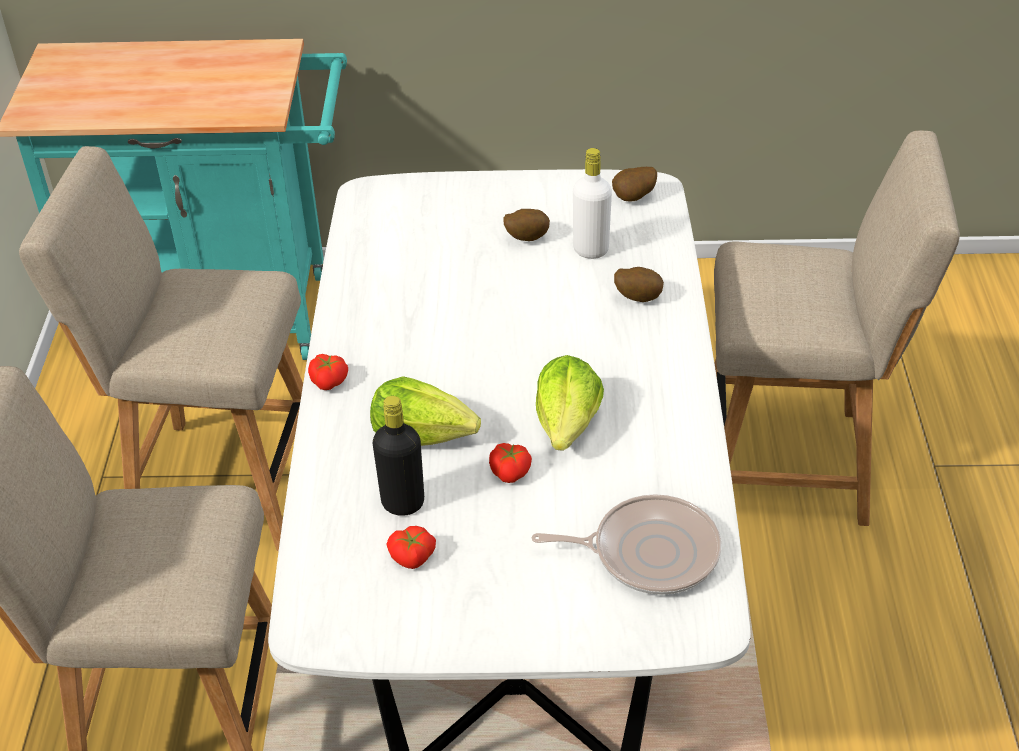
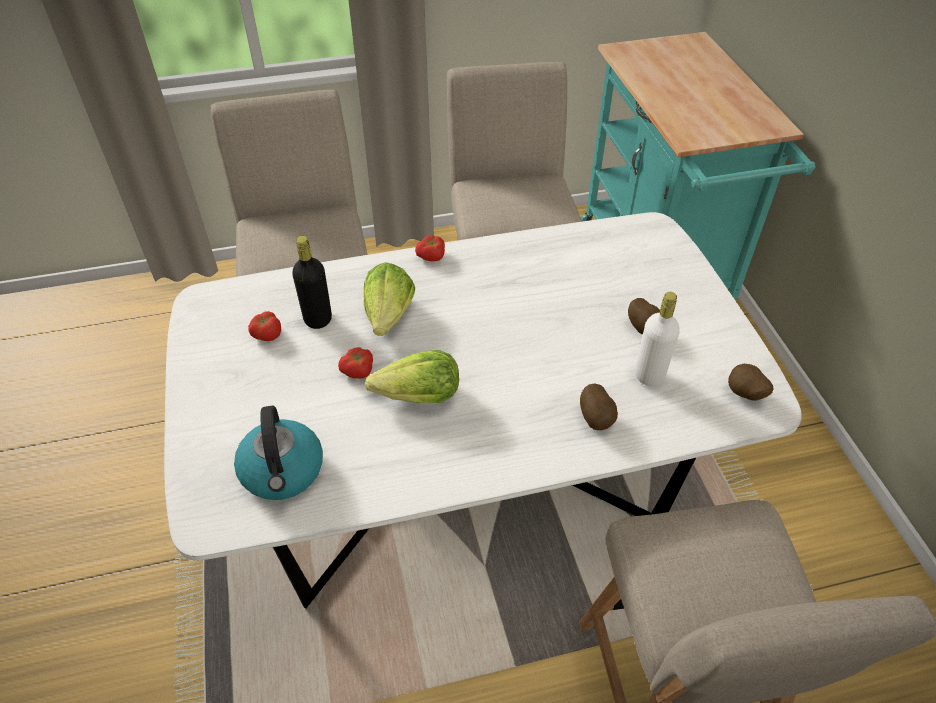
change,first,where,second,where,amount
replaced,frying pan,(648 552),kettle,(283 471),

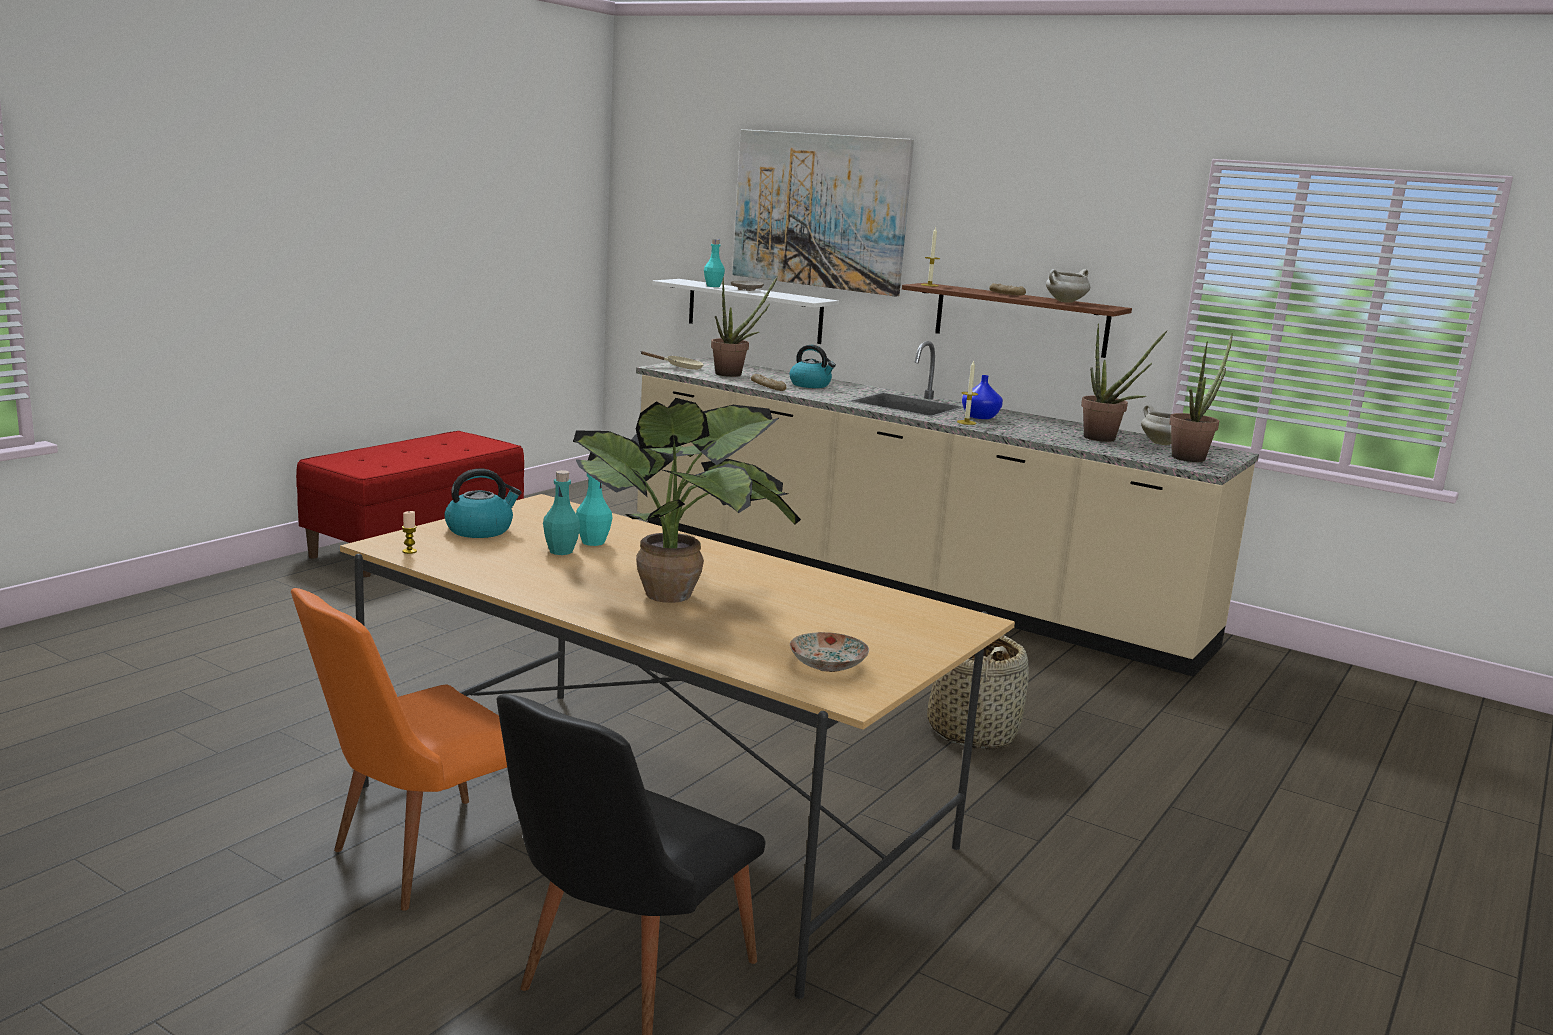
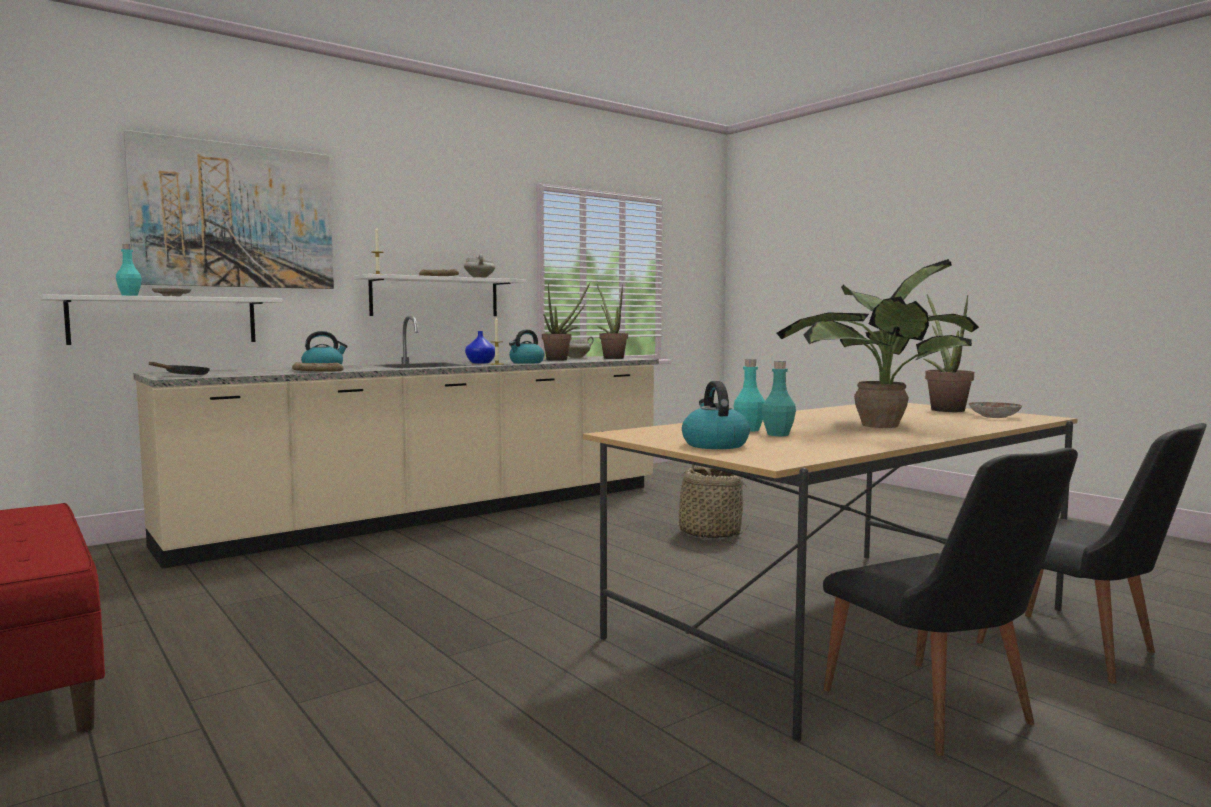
change,first,where,second,where,amount
recoloured,orange chair,(417 858),black chair,(940 715),
removed,candle,(409 551),,,
recoloured,beige frying pan,(680 368),black frying pan,(184 376),
moved,potted plant,(734 374),,(944 409),
recoloured,brown shelf,(1020 320),white shelf,(435 297),
added,,,kettle,(526 362),

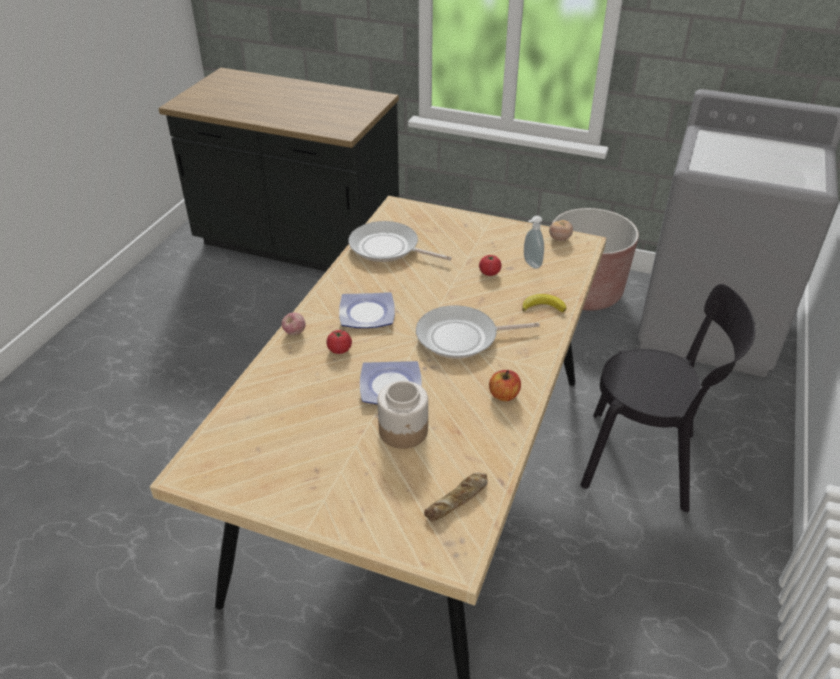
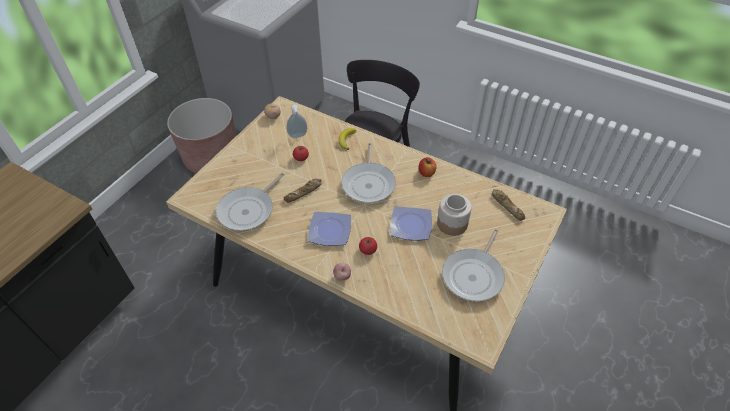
change,first,where,second,where,amount
added,,,bread,(303 192),
added,,,frying pan,(474 275),

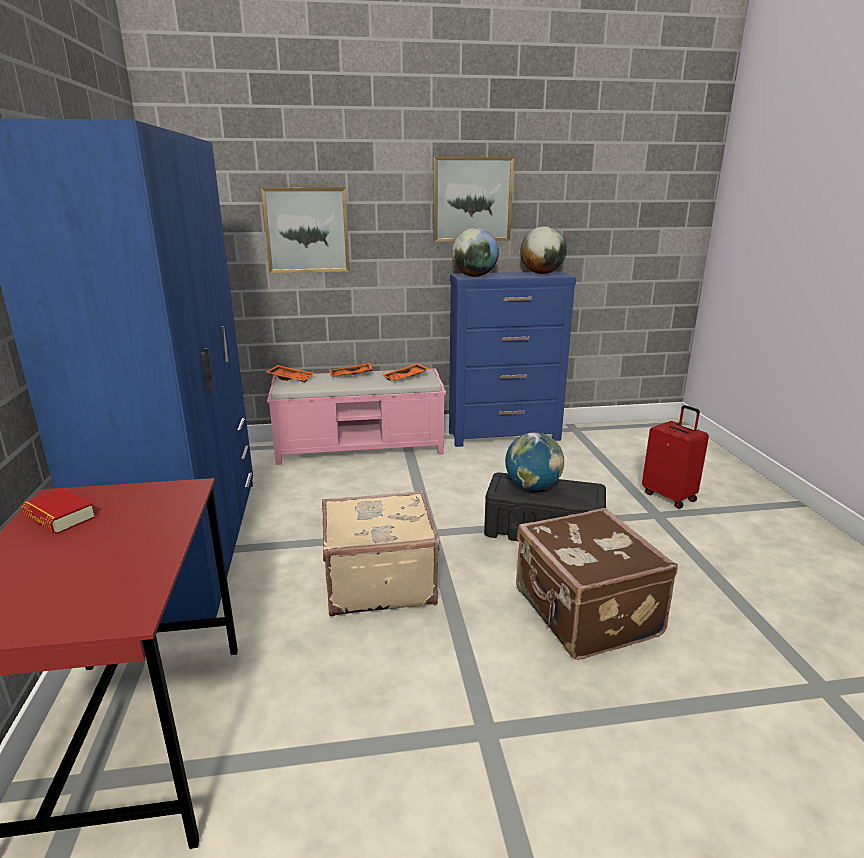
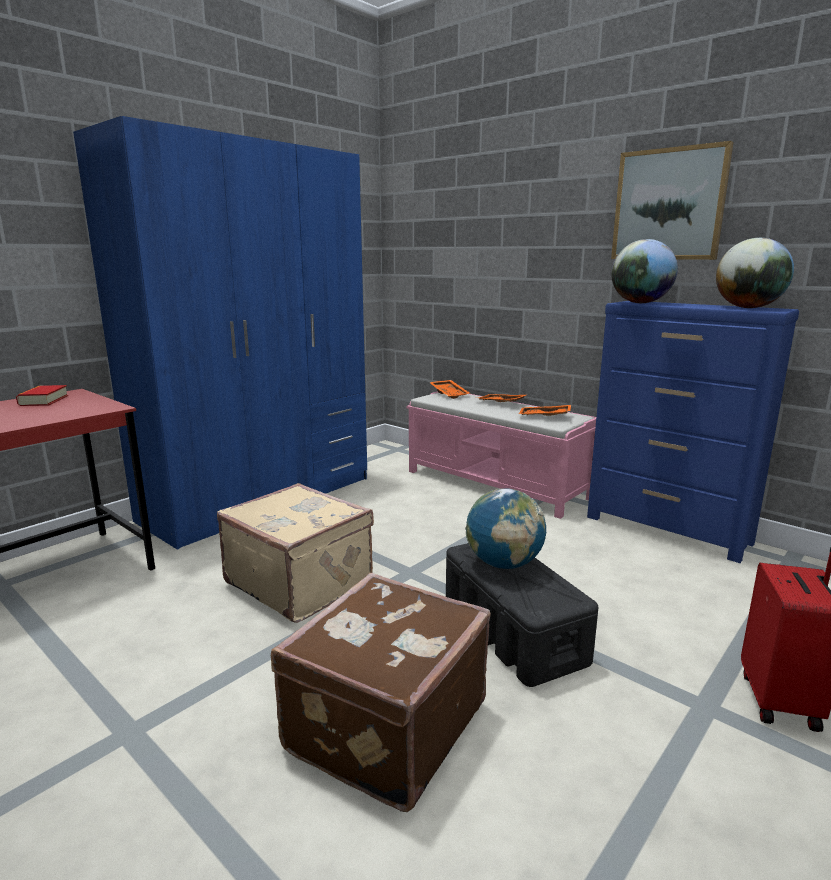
change,first,where,second,where,amount
removed,picture,(307 230),,,

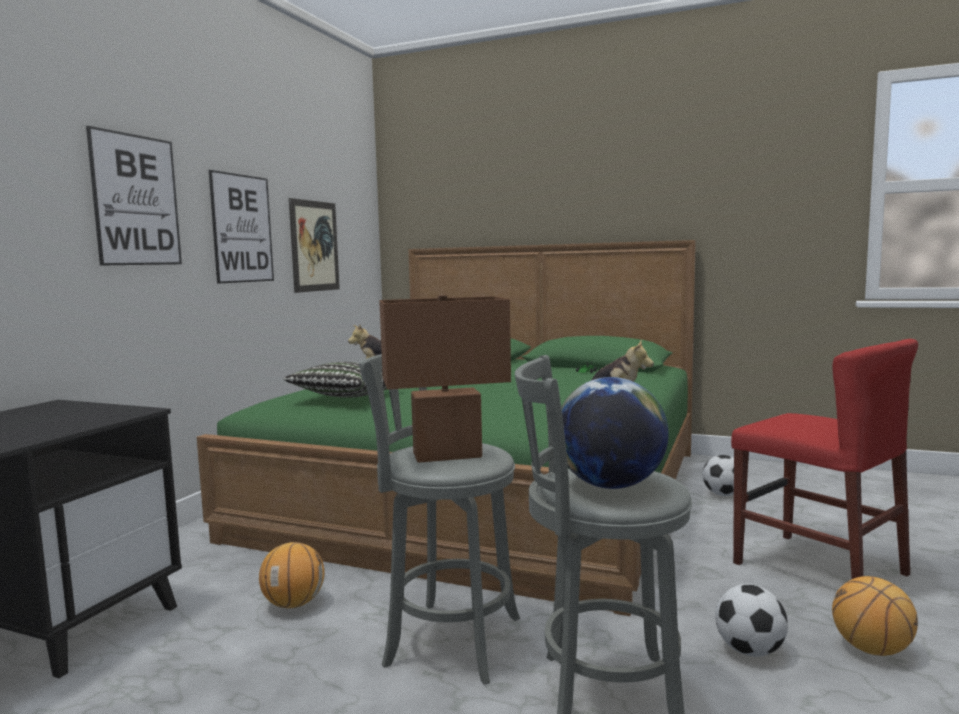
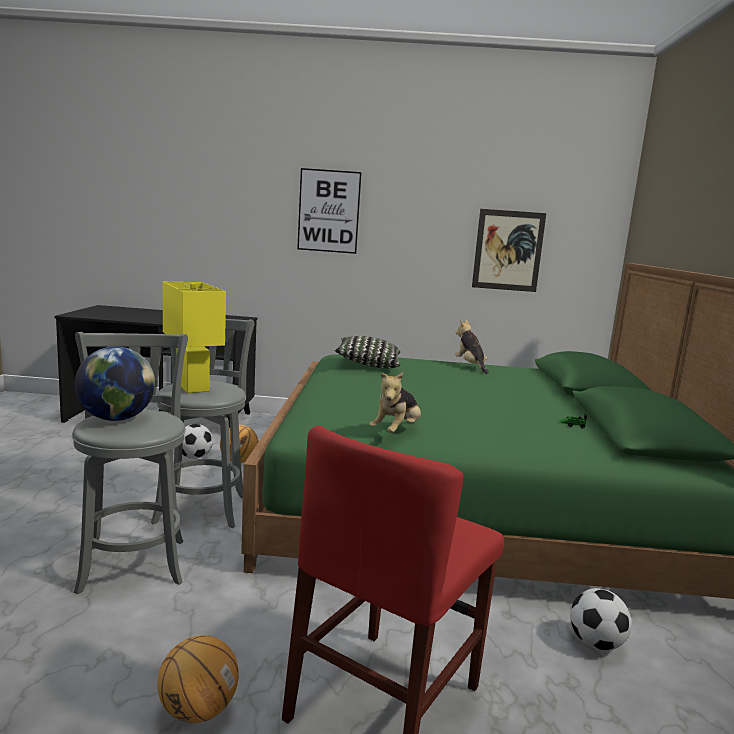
change,first,where,second,where,amount
removed,picture,(242 228),,,
recoloured,brown table lamp,(447 455),yellow table lamp,(192 387),
moved,football,(749 650),,(195 457),

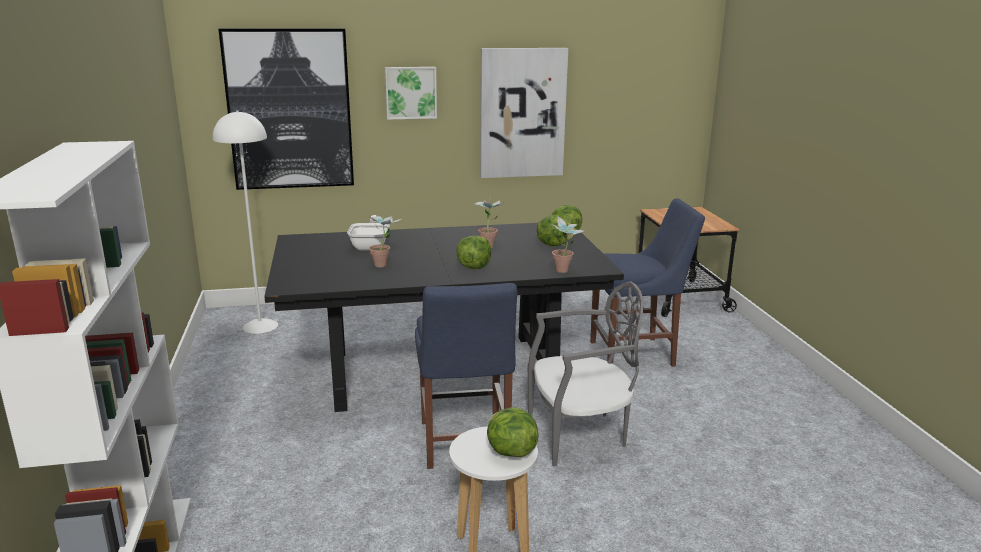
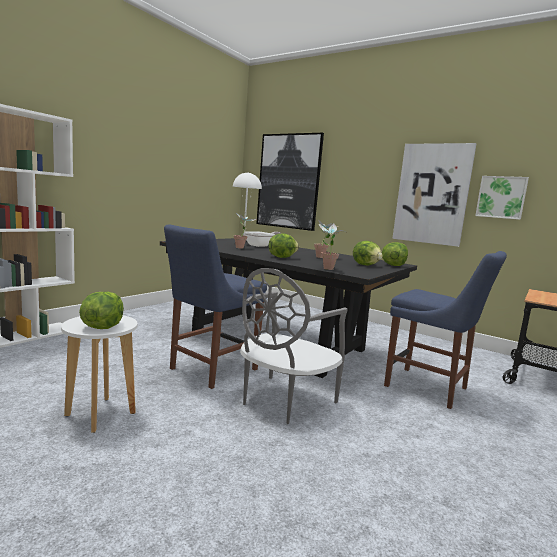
change,first,where,second,where,amount
moved,picture,(410 92),,(501 197),
turned,grey chair,(579 434),,(283 401),90 degrees clockwise

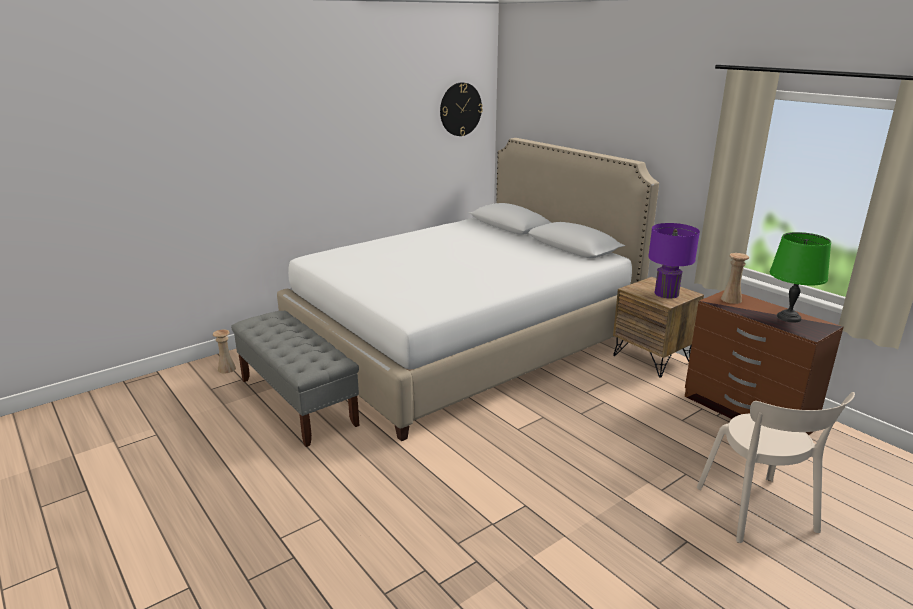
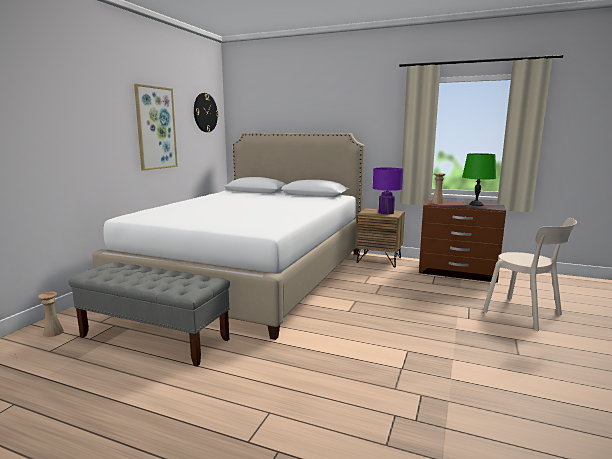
change,first,where,second,where,amount
added,,,picture,(155 128),

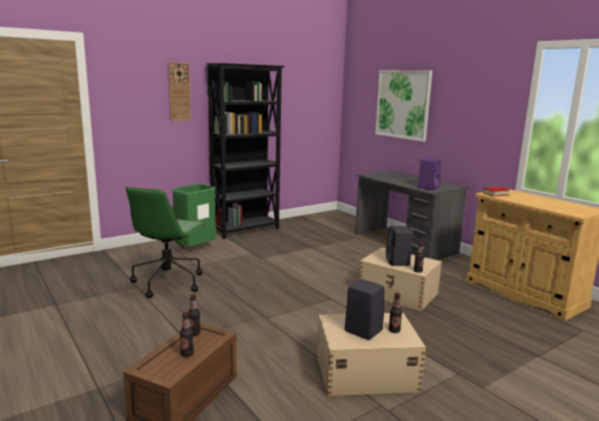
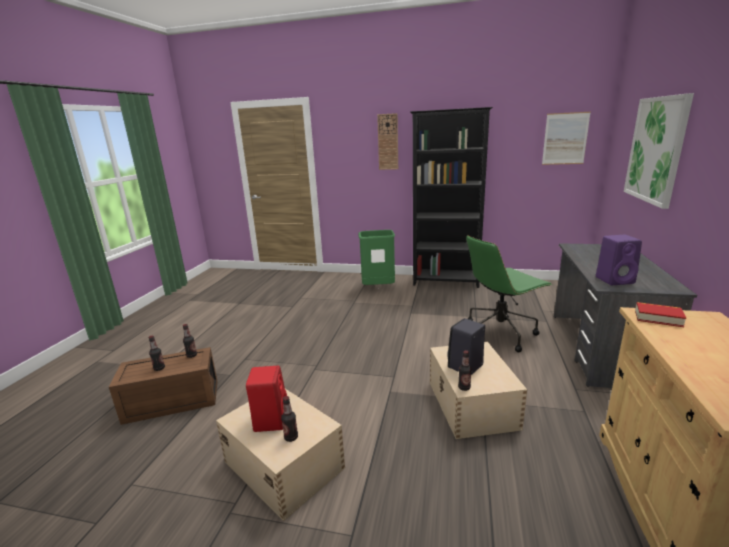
change,first,where,second,where,amount
moved,green office chair,(168 282),,(500 333),
recoloured,black speaker,(362 330),red speaker,(271 419),
added,,,picture,(565 138),

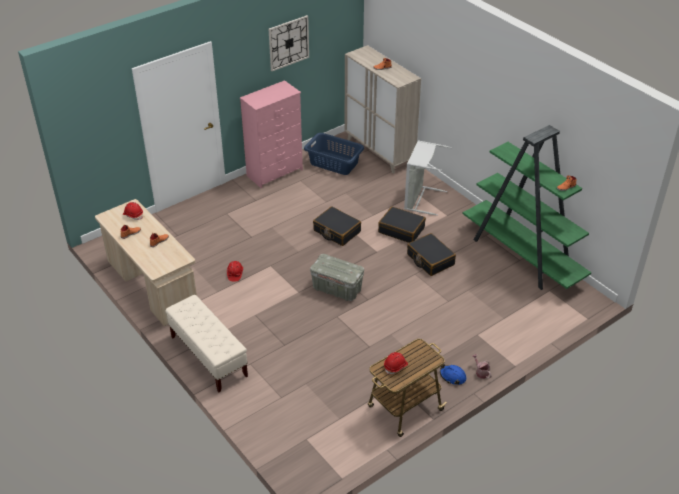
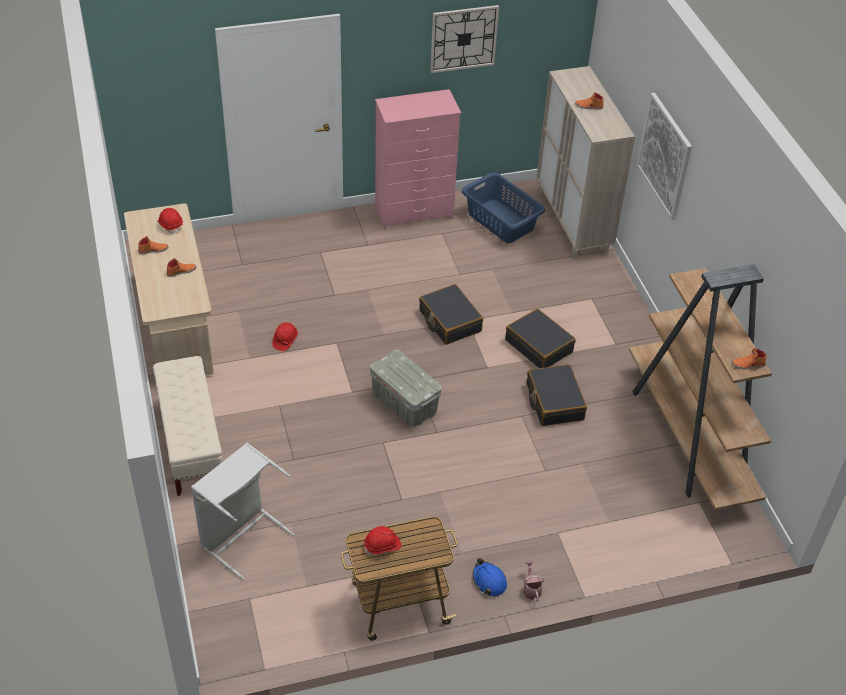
change,first,where,second,where,amount
moved,grey laundry basket,(420 199),,(241 535),
recoloured,green bookcase,(522 256),brown bookcase,(689 439),
added,,,picture,(665 156),

